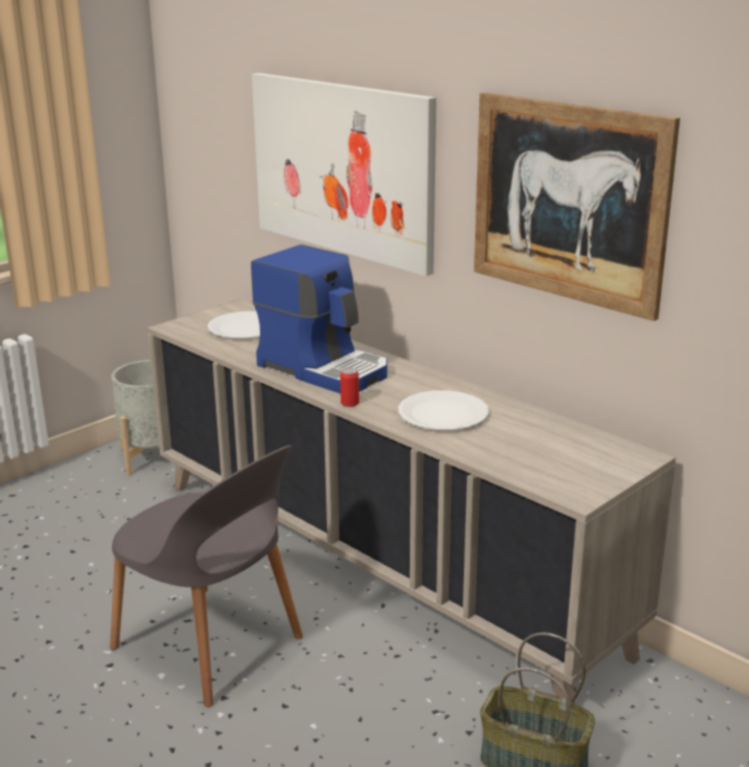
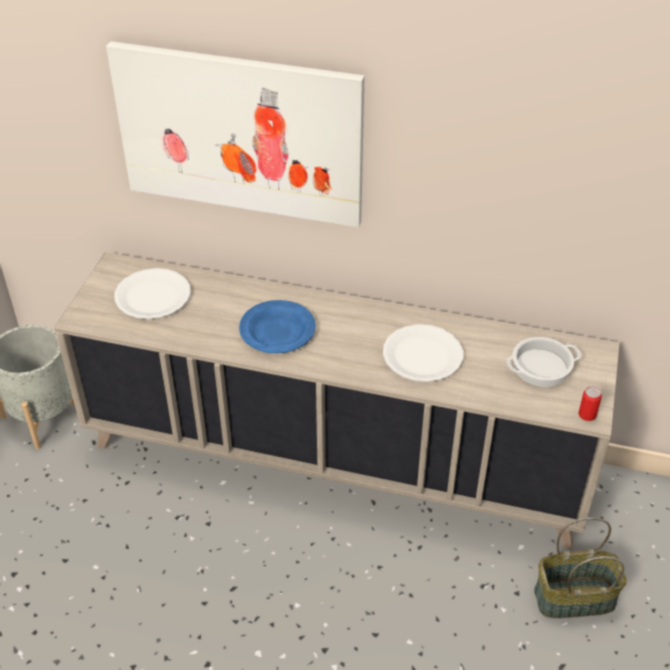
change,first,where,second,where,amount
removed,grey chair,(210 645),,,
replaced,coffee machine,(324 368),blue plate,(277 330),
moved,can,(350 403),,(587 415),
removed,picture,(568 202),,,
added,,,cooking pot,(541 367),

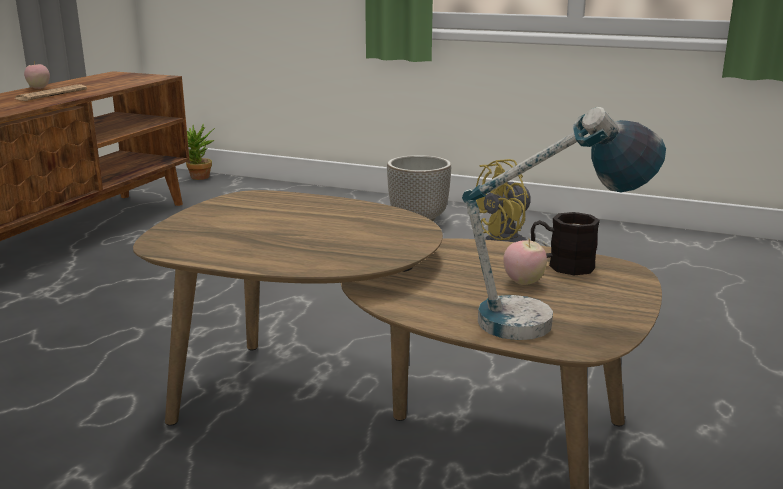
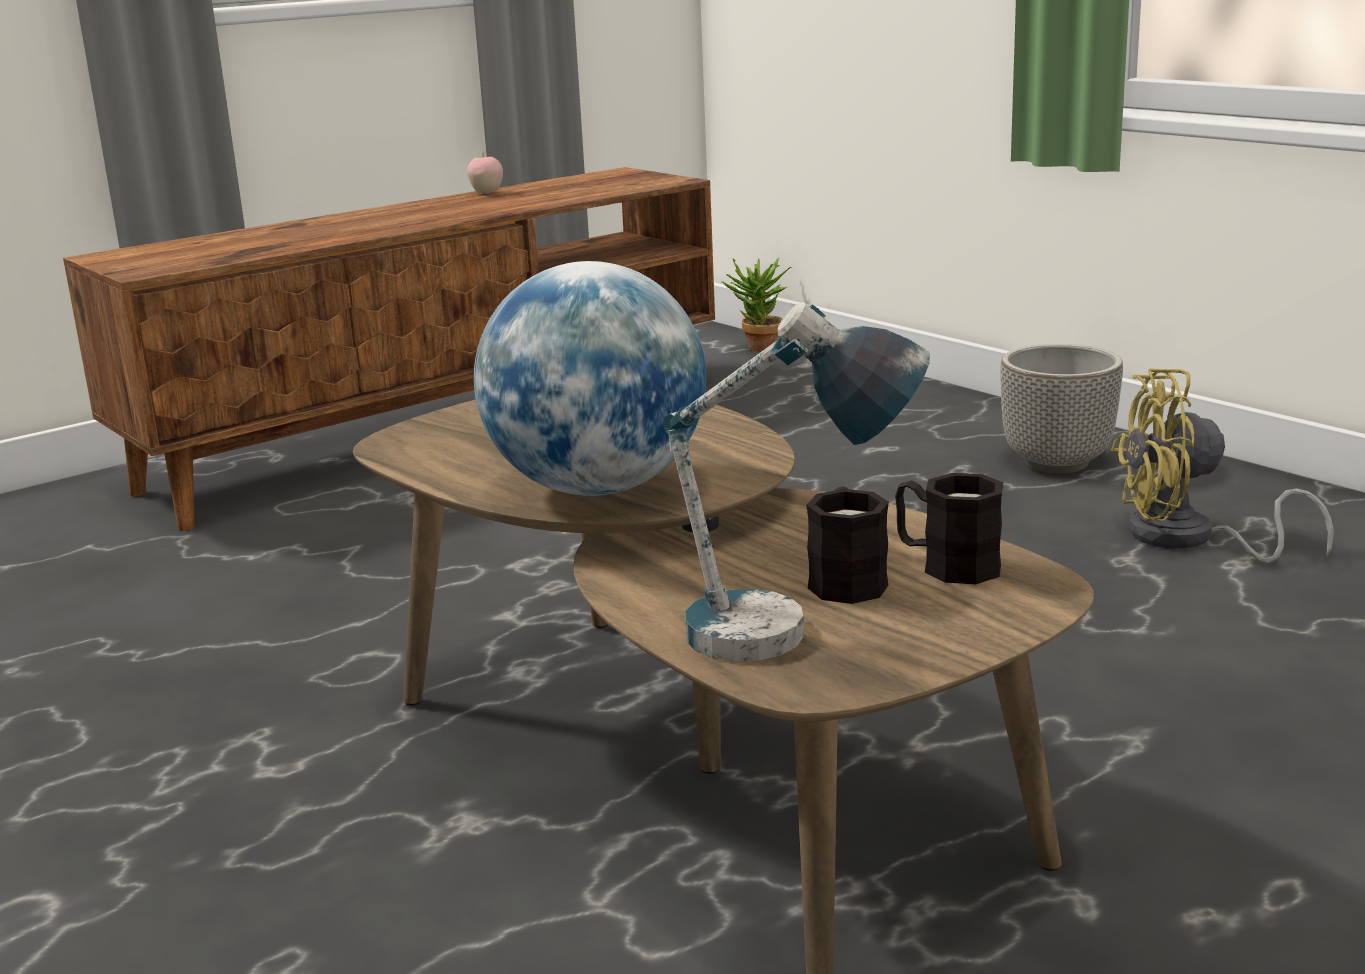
change,first,where,second,where,amount
removed,newspaper,(51 94),,,
replaced,apple,(523 282),black mug,(846 579),
added,,,globe,(597 488),

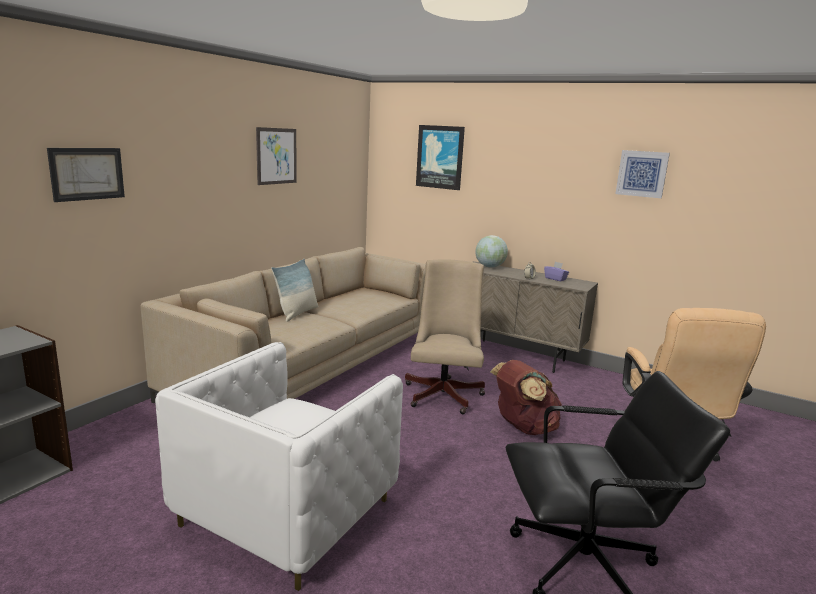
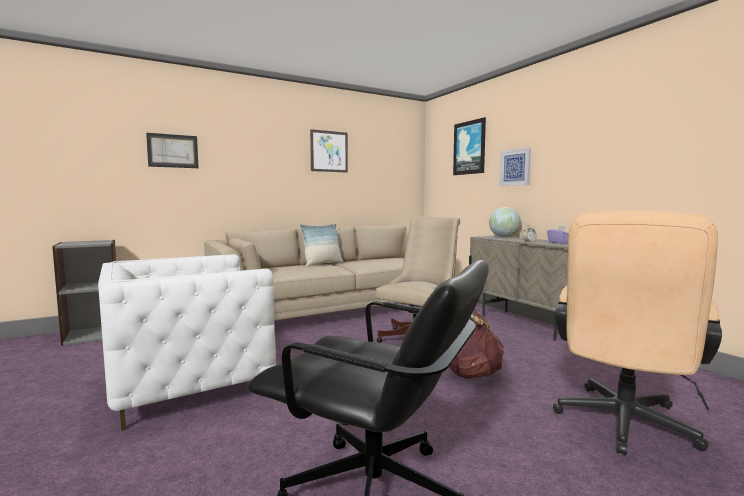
change,first,where,second,where,amount
moved,picture,(642 173),,(515 167),

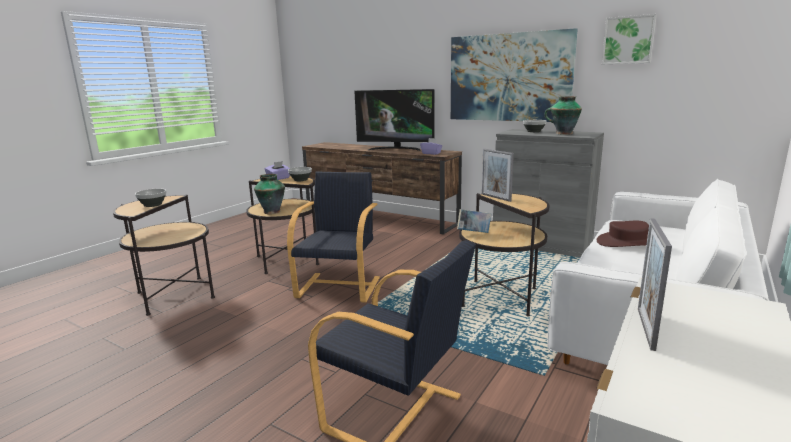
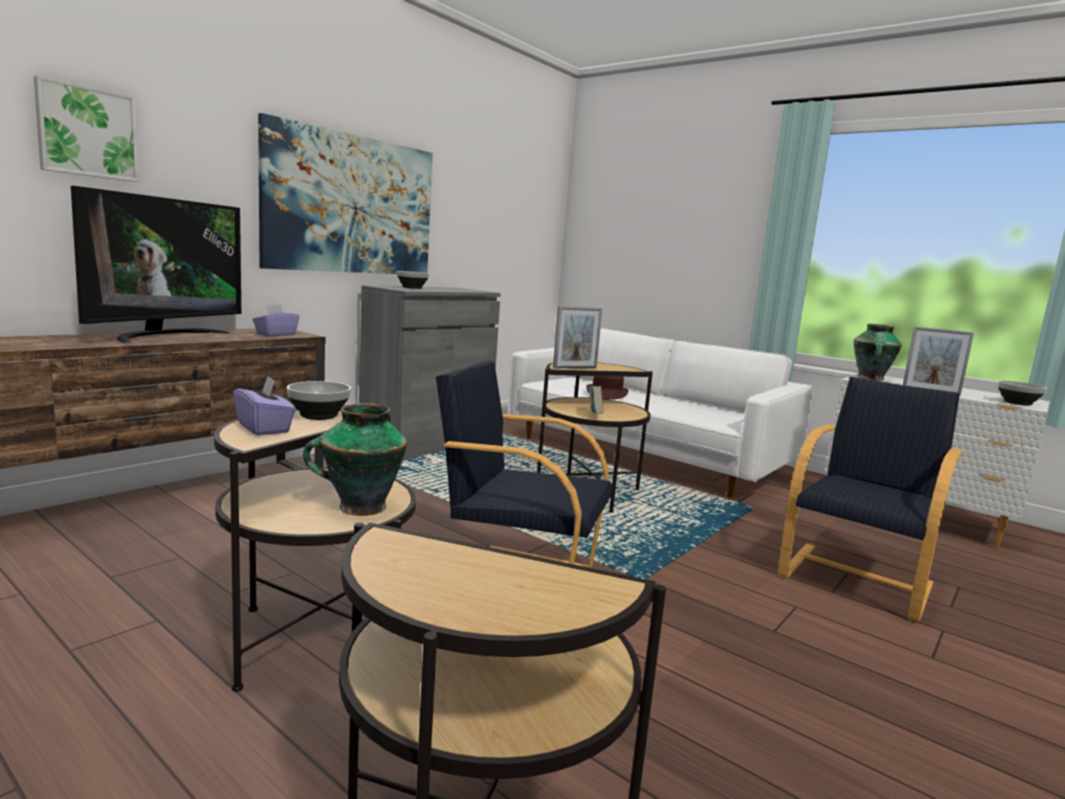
change,first,where,second,where,amount
moved,bowl,(153 205),,(1017 403),
moved,vase,(563 133),,(870 378),
moved,picture,(628 40),,(87 132),

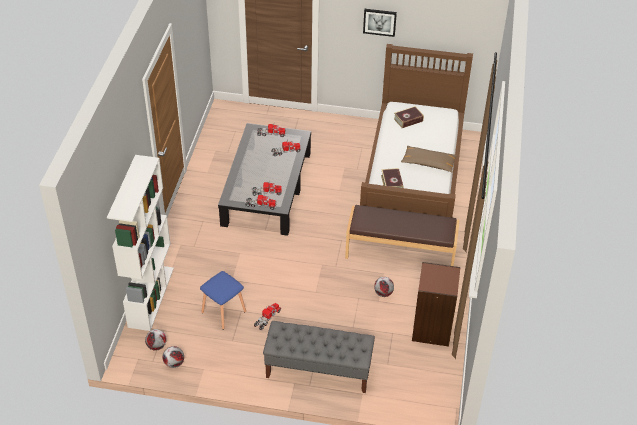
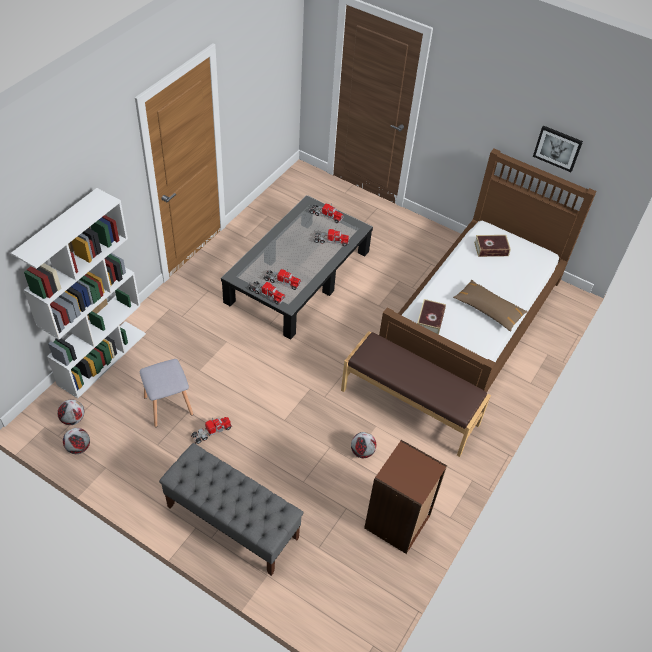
change,first,where,second,where,amount
recoloured,blue stool,(223 311),grey stool,(167 405),
moved,picture,(379 22),,(557 148),

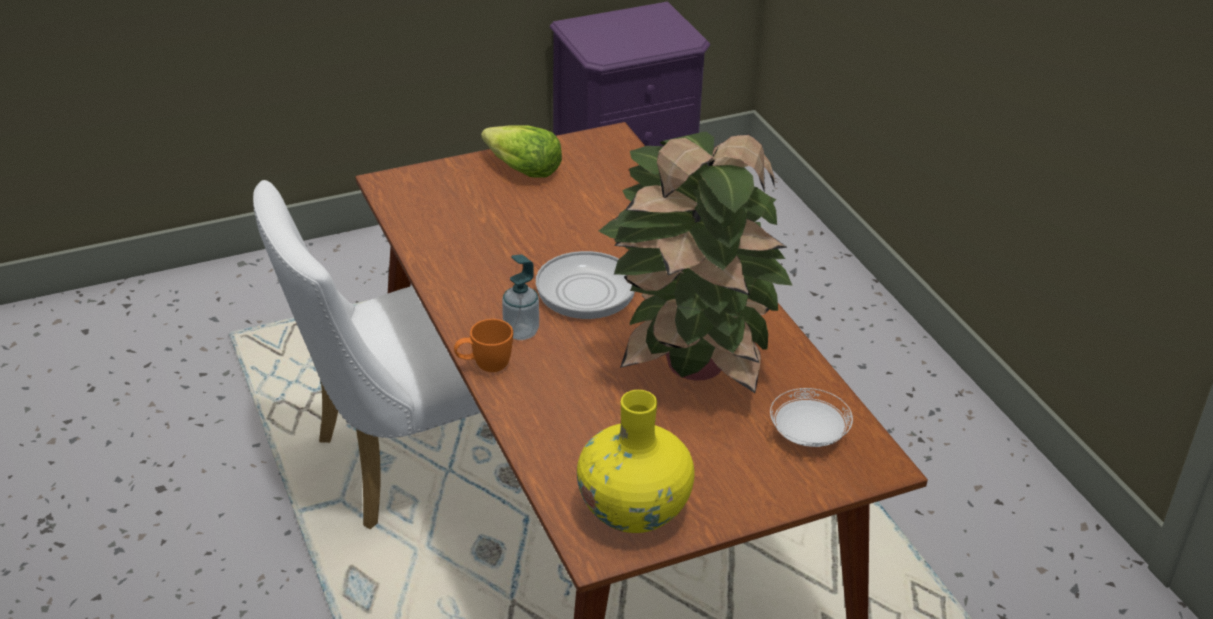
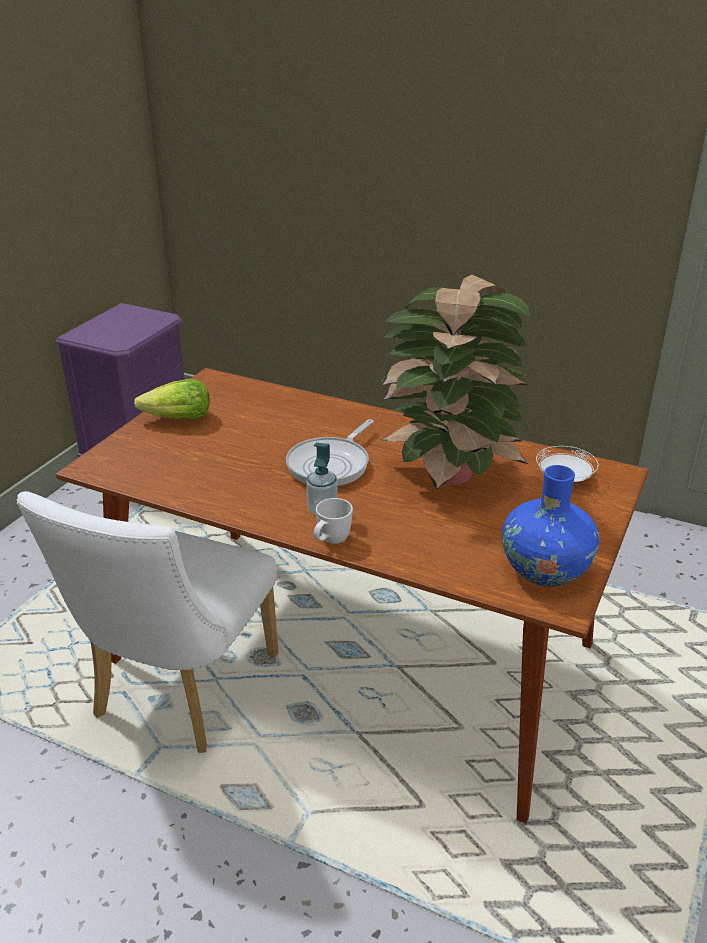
change,first,where,second,where,amount
recoloured,orange mug,(484 366),white mug,(330 542),
recoloured,yellow vase,(634 510),blue vase,(545 570),

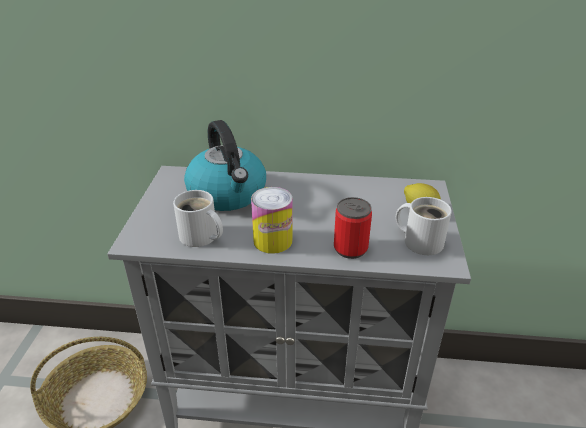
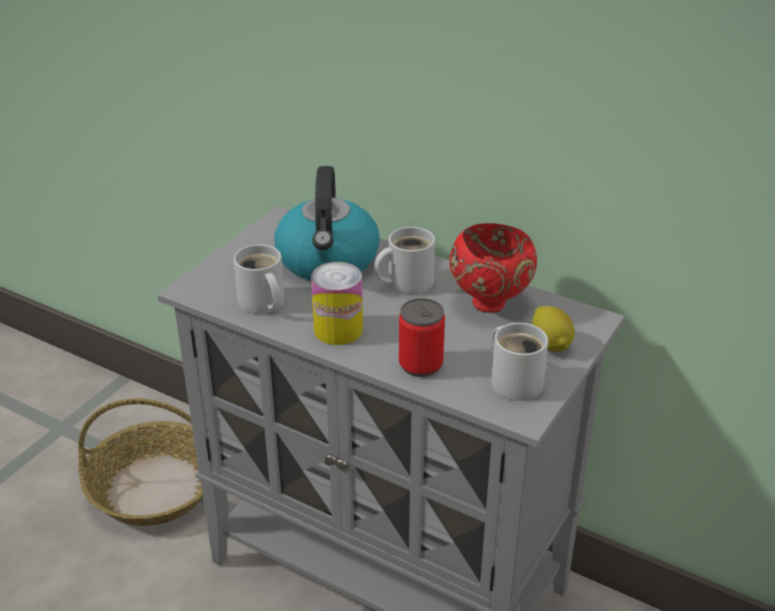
change,first,where,second,where,amount
added,,,white mug,(405 282),
added,,,red bowl,(491 303),

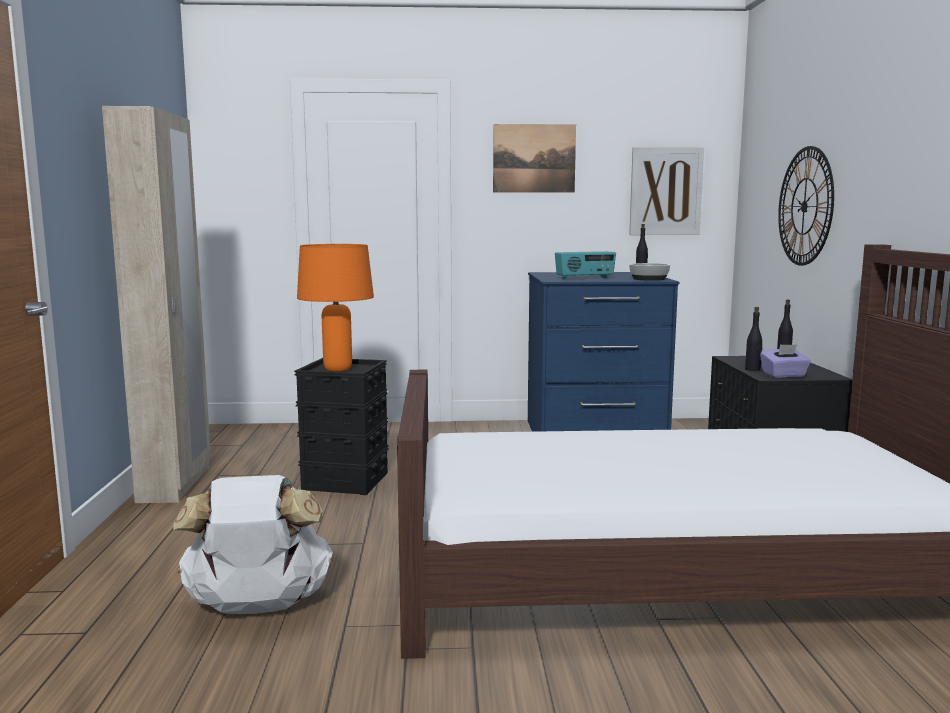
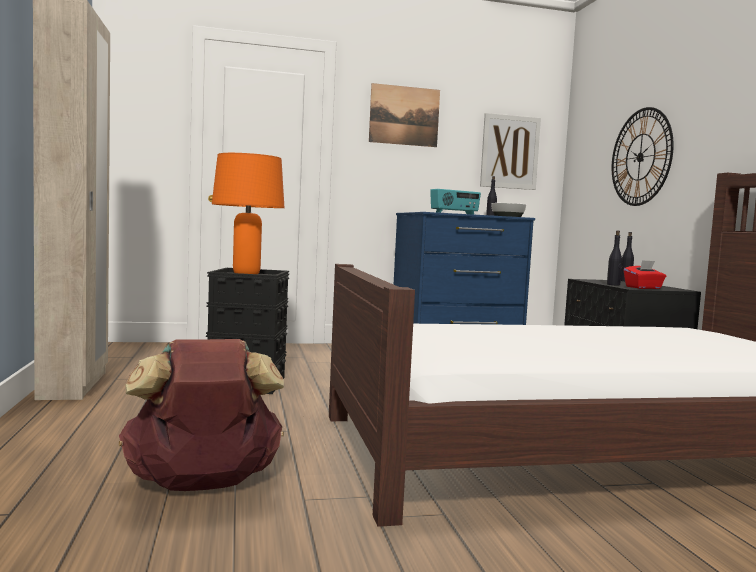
change,first,where,second,where,amount
recoloured,white backpack,(258 607),brown backpack,(202 485),
recoloured,purple tissue box,(784 375),red tissue box,(643 288),

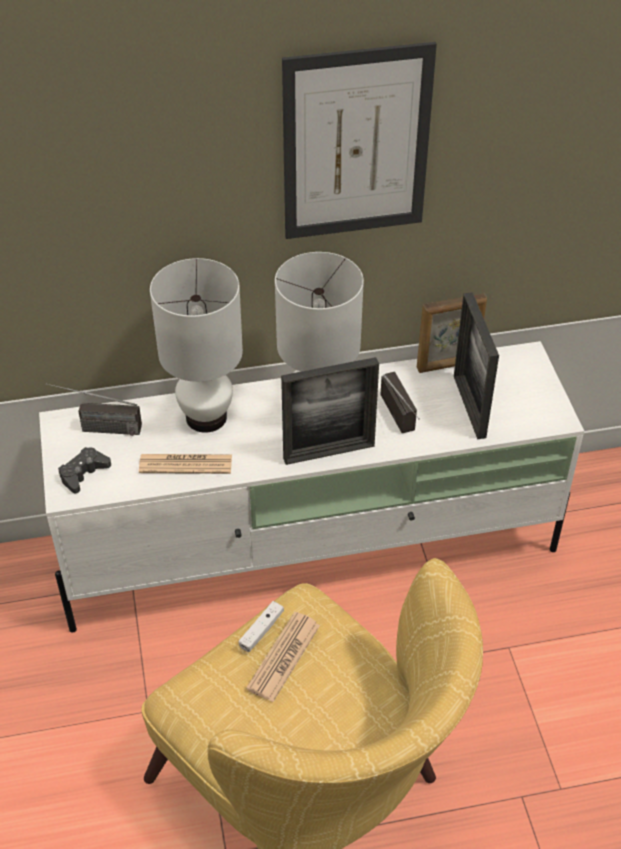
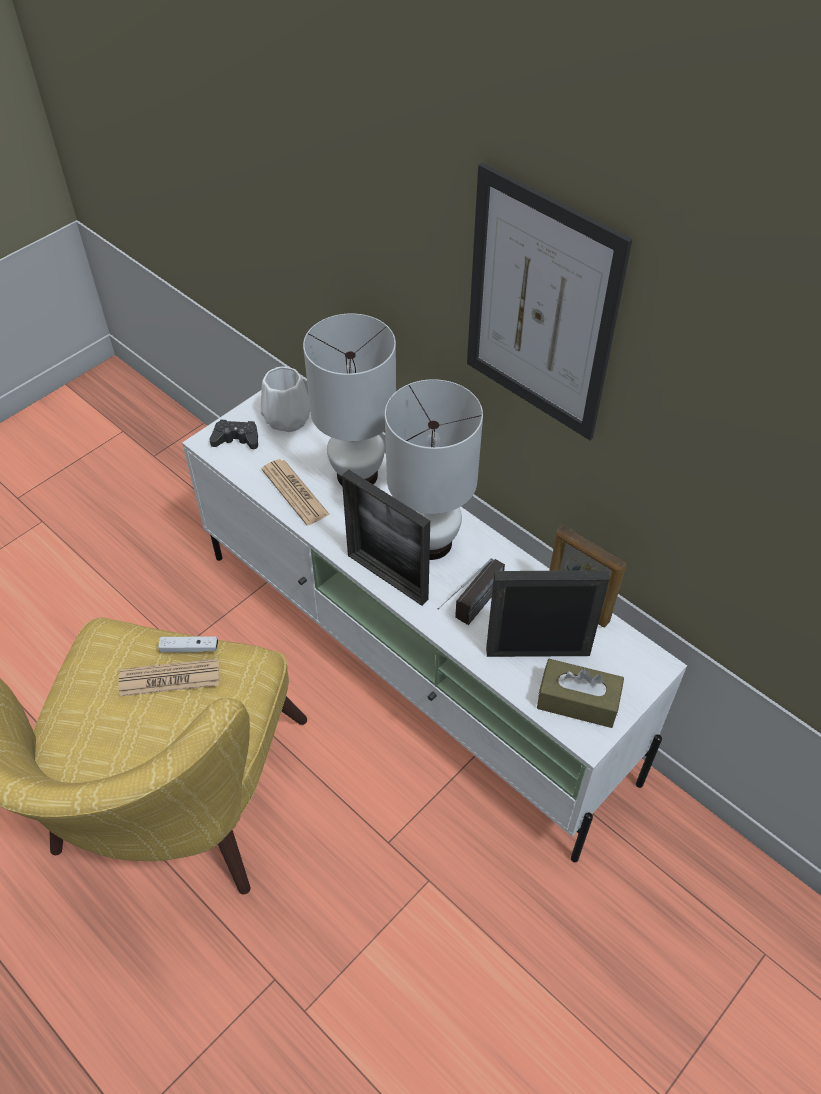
change,first,where,second,where,amount
replaced,radio,(96 428),white vase,(288 418),
turned,picture frame,(469 406),,(537 652),45 degrees clockwise
added,,,brown tissue box,(577 701),

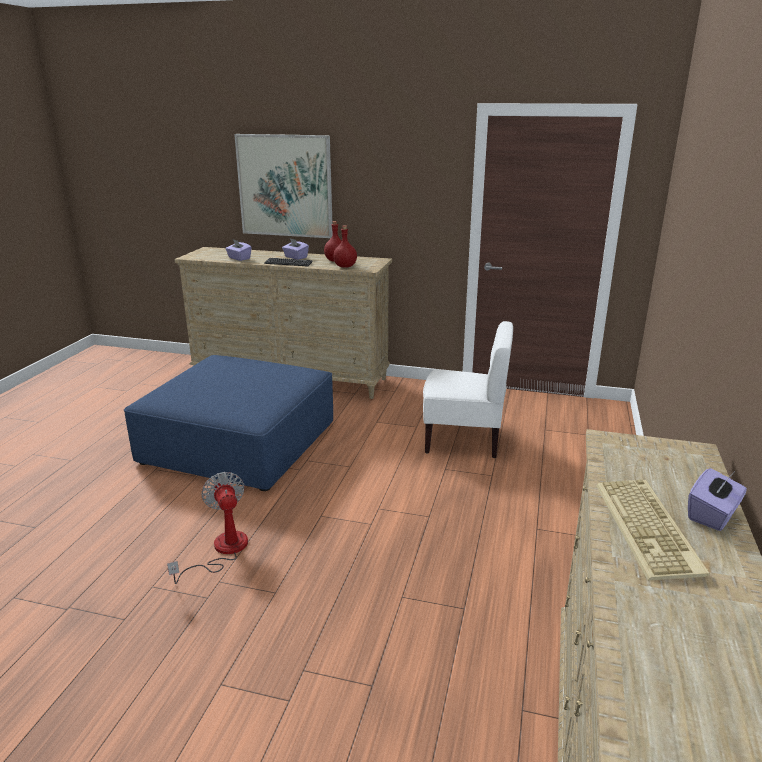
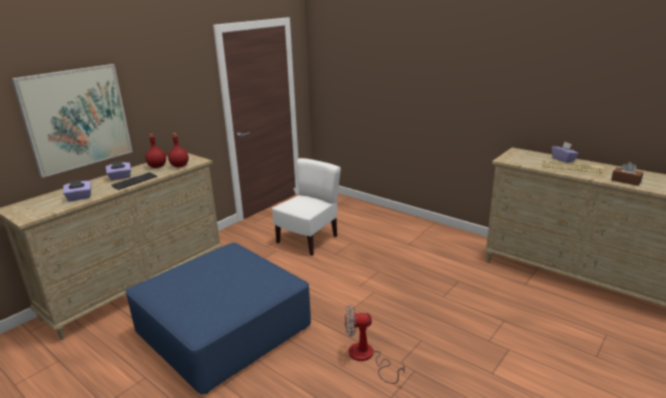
change,first,where,second,where,amount
added,,,brown tissue box,(625 181),

